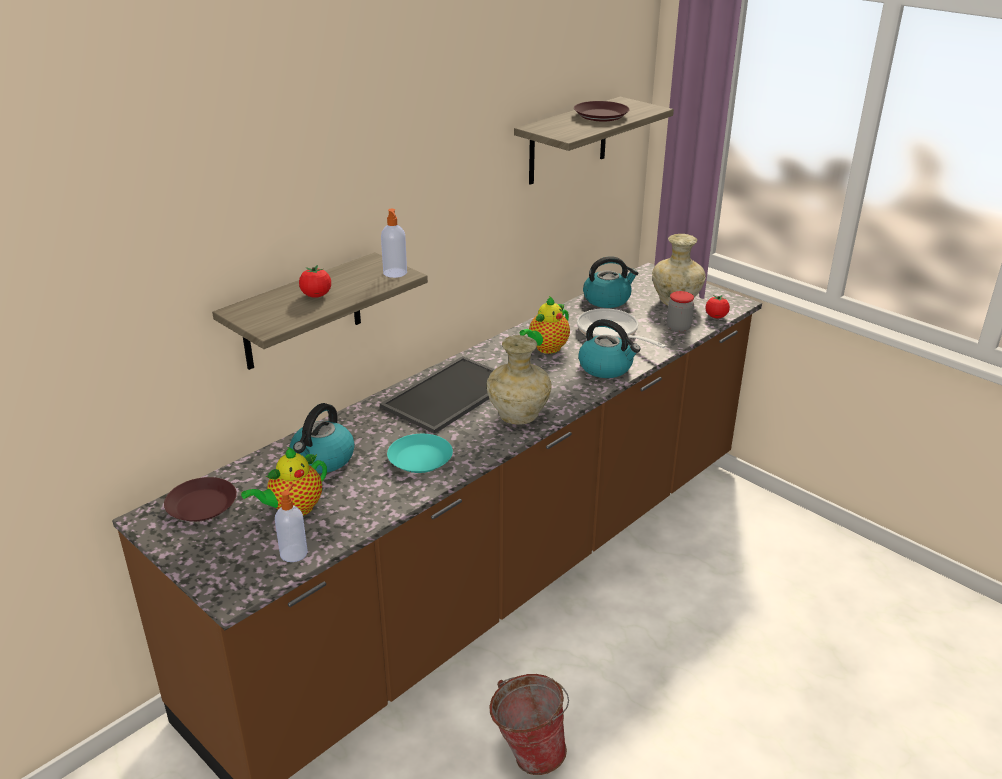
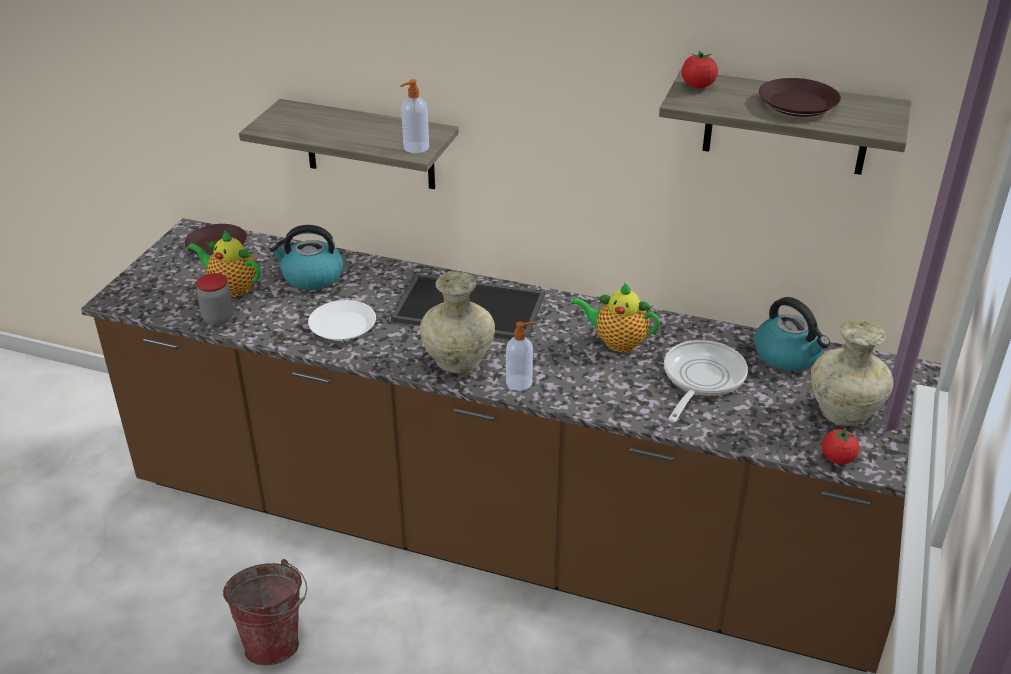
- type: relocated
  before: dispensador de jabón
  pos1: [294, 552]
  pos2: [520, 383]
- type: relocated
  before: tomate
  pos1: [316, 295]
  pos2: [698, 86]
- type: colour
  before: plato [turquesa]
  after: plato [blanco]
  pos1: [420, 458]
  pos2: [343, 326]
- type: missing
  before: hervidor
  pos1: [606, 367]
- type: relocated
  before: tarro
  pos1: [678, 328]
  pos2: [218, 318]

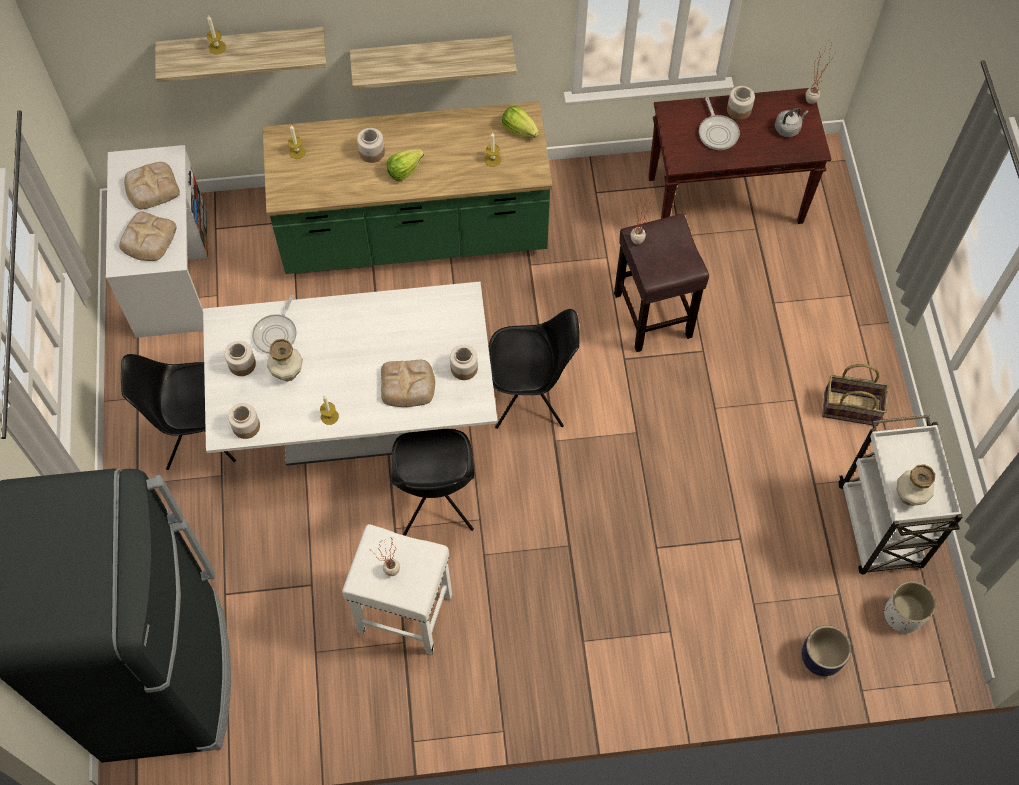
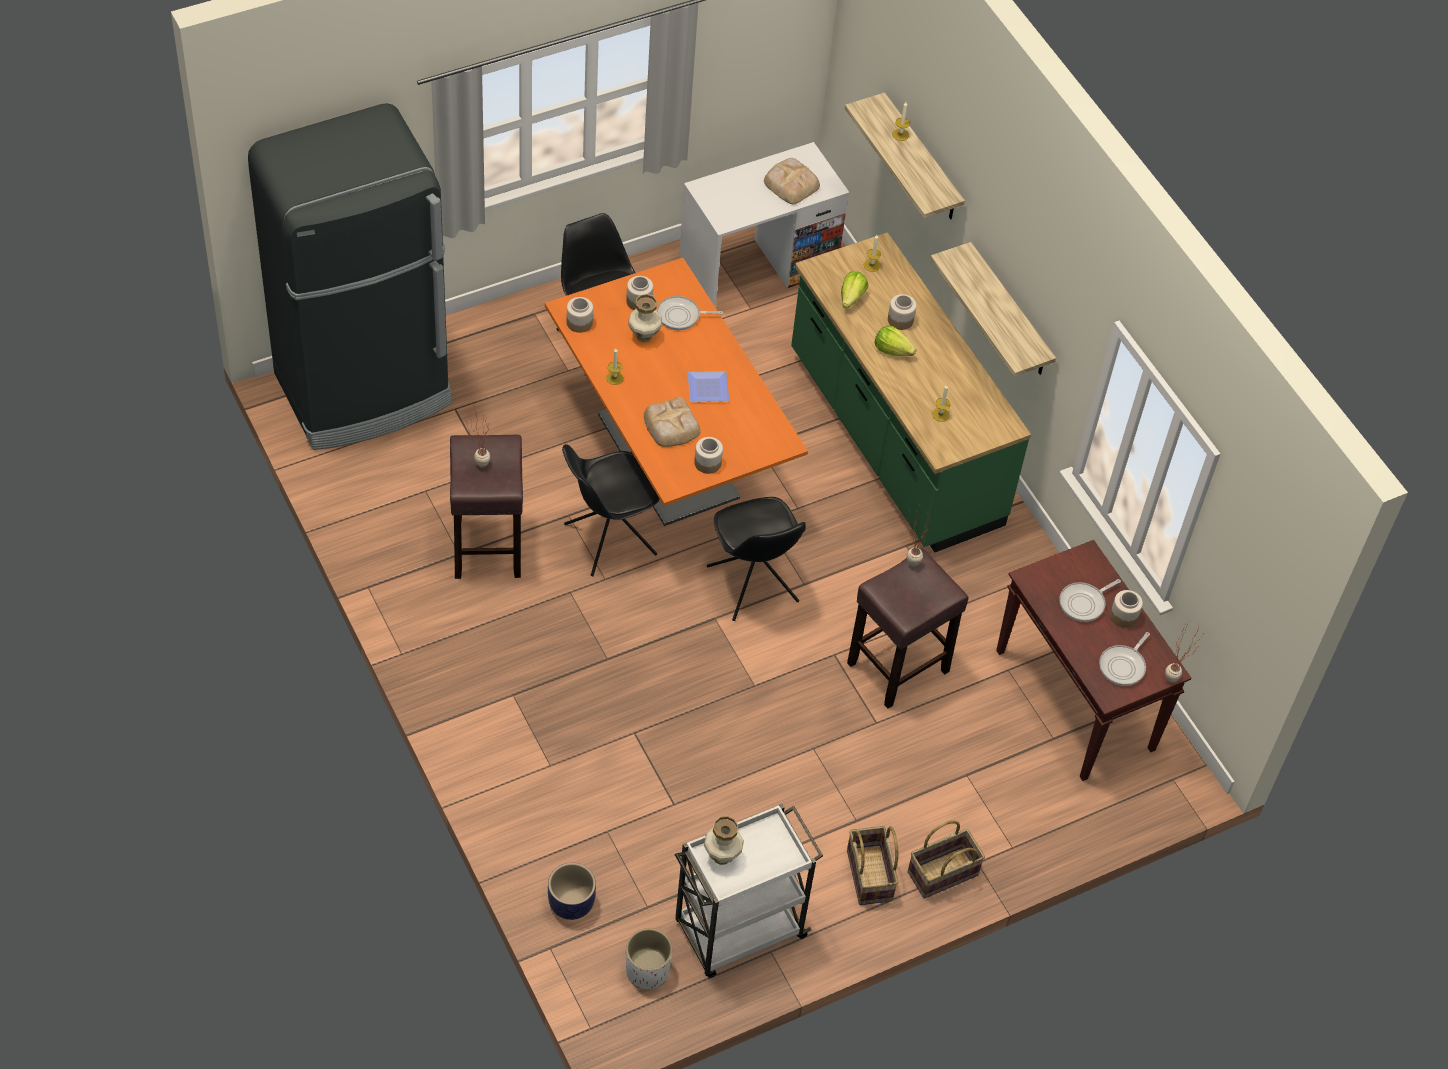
- type: missing
  before: pan
  pos1: [147, 239]
- type: colour
  before: mesa de comedor [blanco]
  after: mesa de comedor [naranja]
  pos1: [359, 420]
  pos2: [668, 456]
- type: colour
  before: taburete [blanco]
  after: taburete [marrón]
  pos1: [403, 613]
  pos2: [487, 545]
- type: relocated
  before: lechuga
  pos1: [519, 129]
  pos2: [851, 297]
- type: exchanged
  before: hervidor [gris]
  after: sartén
  pos1: [788, 128]
  pos2: [1123, 666]
- type: appeared
  after: plato
  pos2: [706, 389]
- type: appeared
  after: cesta
  pos2: [943, 874]

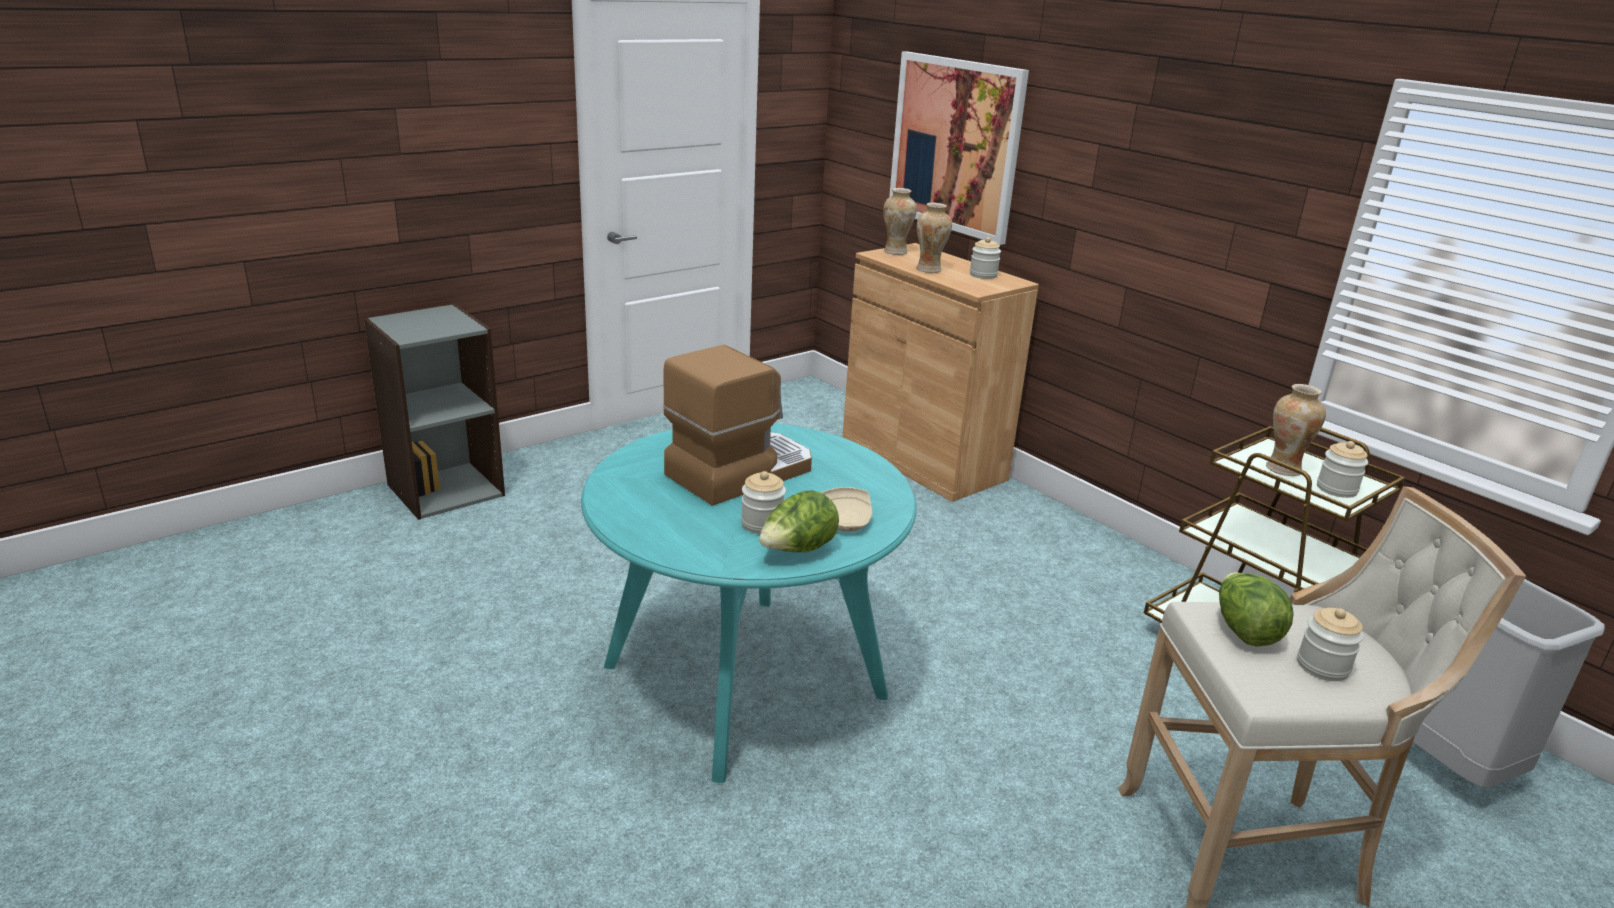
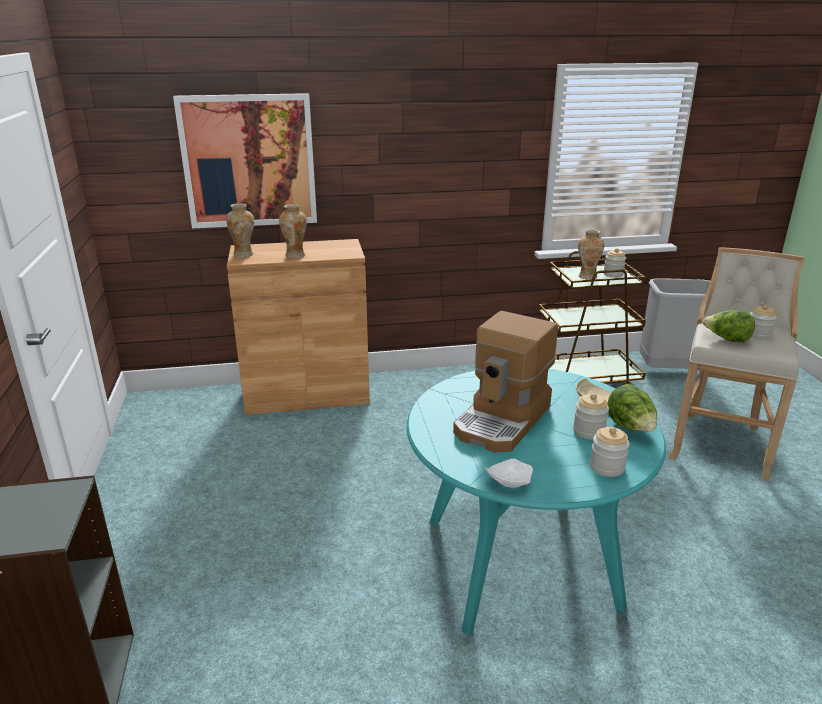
- type: spun
  before: cafetera
  pos1: [739, 471]
  pos2: [503, 420]
  turn: -135
- type: relocated
  before: tarro
  pos1: [983, 275]
  pos2: [607, 467]
- type: appeared
  after: plato [blanco]
  pos2: [508, 481]

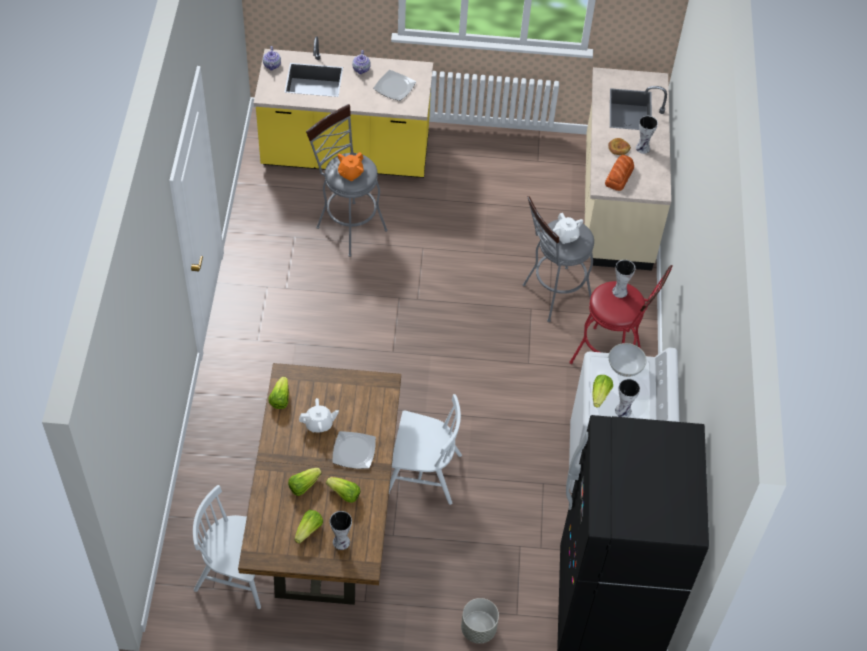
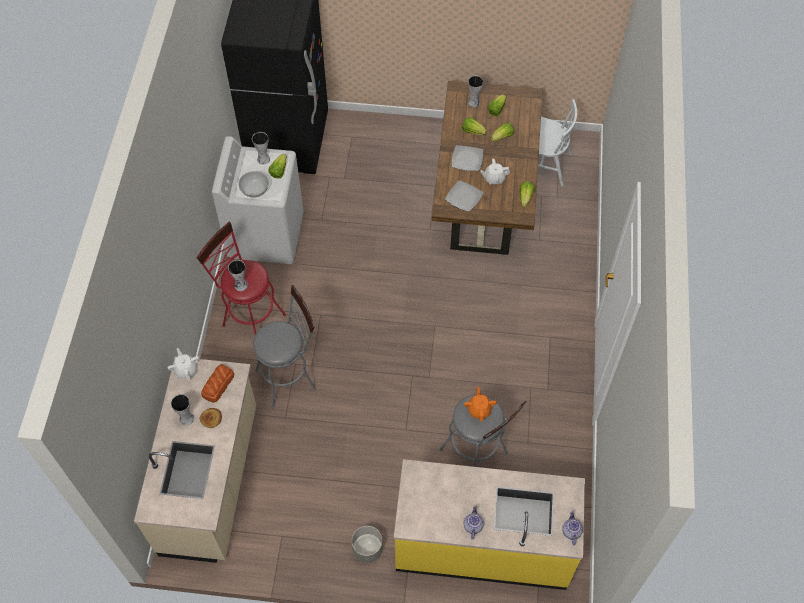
- type: spun
  before: tetera [naranja]
  pos1: [350, 173]
  pos2: [479, 409]
  turn: -45
- type: relocated
  before: plato
  pos1: [394, 87]
  pos2: [464, 197]
- type: missing
  before: silla [blanco]
  pos1: [423, 473]
- type: relocated
  before: maceta [gris]
  pos1: [478, 629]
  pos2: [367, 549]
- type: relocated
  before: tetera [blanco]
  pos1: [566, 236]
  pos2: [186, 370]

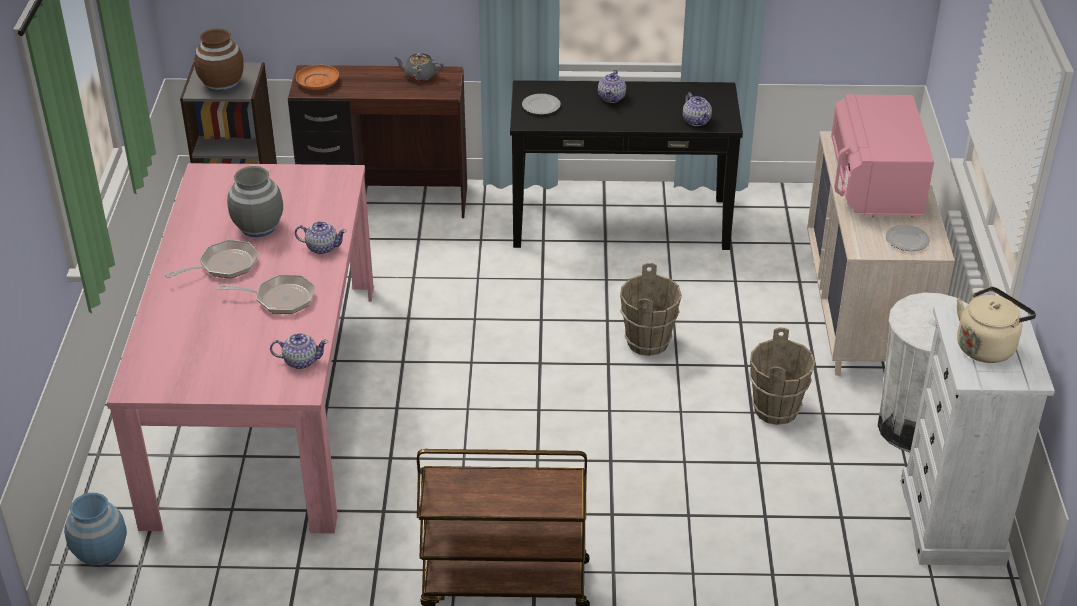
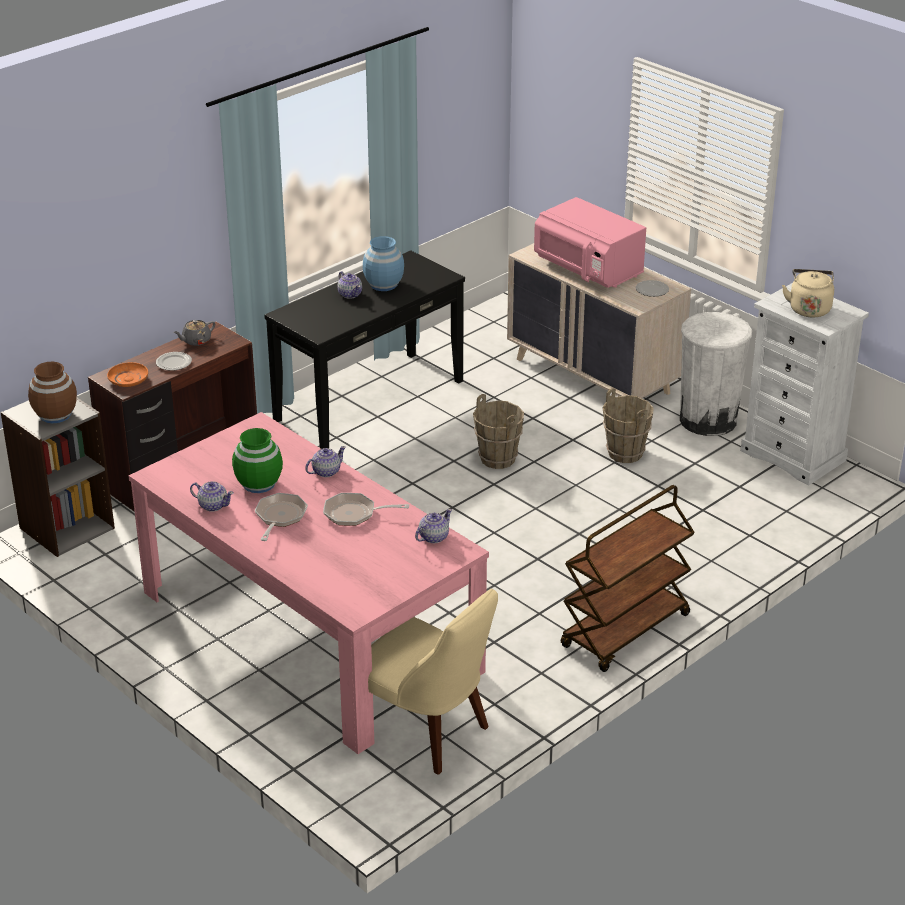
- type: relocated
  before: florero [azul]
  pos1: [101, 552]
  pos2: [384, 284]
- type: spun
  before: sartén
  pos1: [280, 299]
  pos2: [354, 514]
  turn: -135
- type: colour
  before: florero [gris]
  after: florero [verde]
  pos1: [258, 227]
  pos2: [259, 484]
- type: relocated
  before: plato
  pos1: [541, 106]
  pos2: [174, 363]
- type: relocated
  before: tetera
  pos1: [696, 120]
  pos2: [213, 505]
- type: appeared
  after: silla [beis]
  pos2: [426, 732]

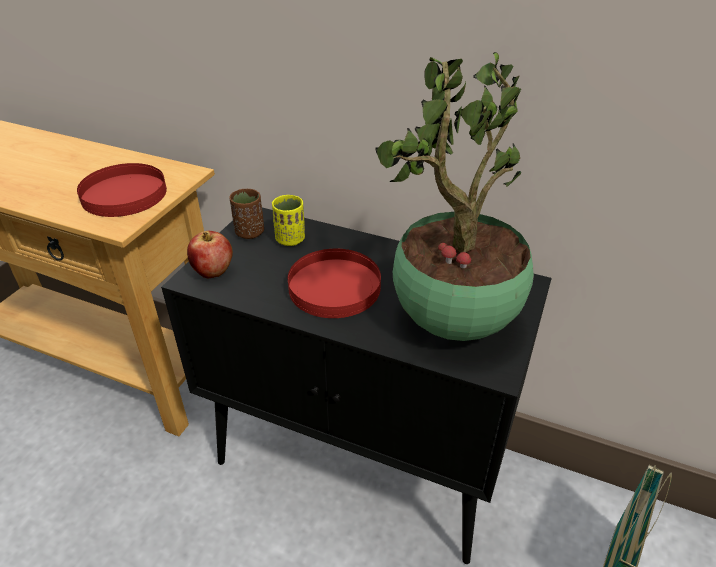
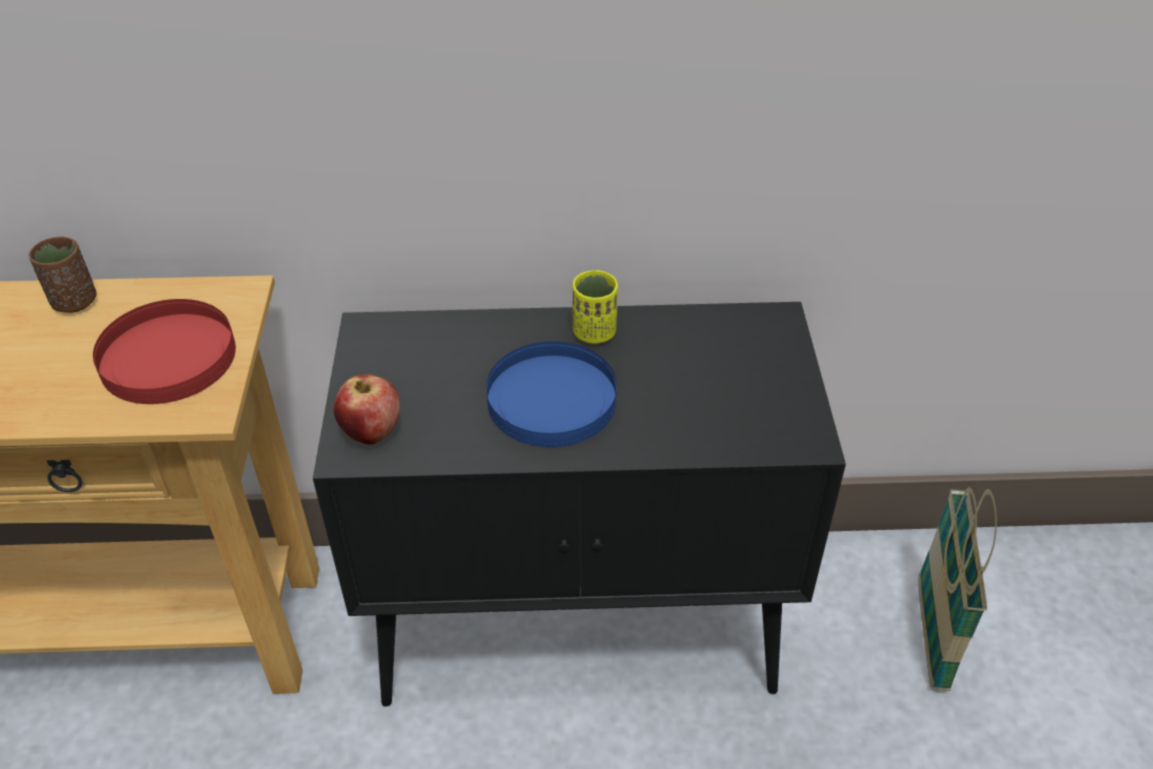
- type: relocated
  before: taza [marrón]
  pos1: [250, 232]
  pos2: [74, 301]
- type: relocated
  before: taza [amarillo]
  pos1: [290, 239]
  pos2: [594, 332]
- type: colour
  before: plato [rojo]
  after: plato [azul]
  pos1: [334, 287]
  pos2: [552, 400]
- type: missing
  before: planta en maceta
  pos1: [452, 324]

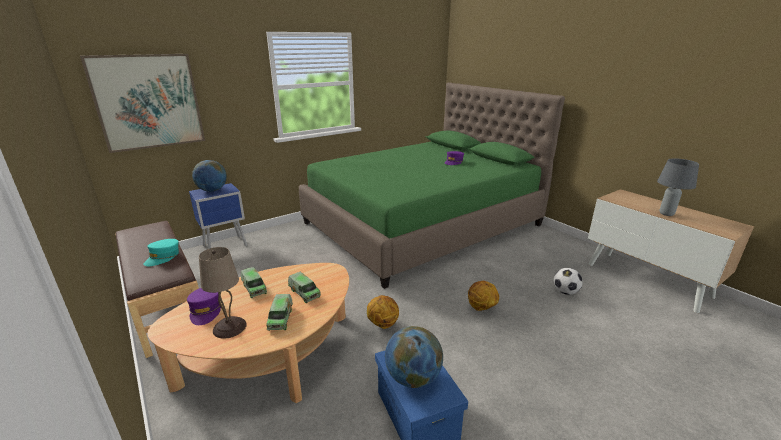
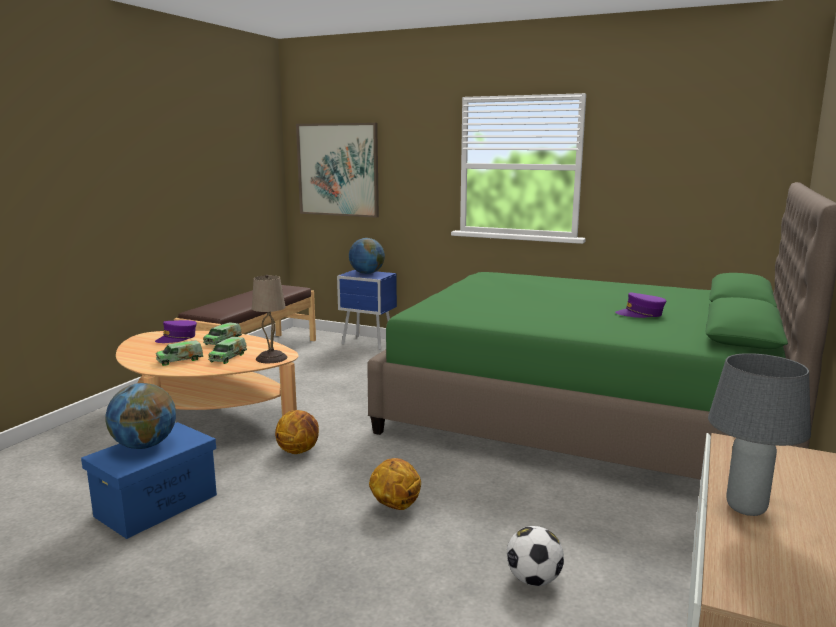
- type: missing
  before: gorra [turquesa]
  pos1: [163, 257]
- type: relocated
  before: lámpara de mesa [beis]
  pos1: [229, 328]
  pos2: [270, 358]

